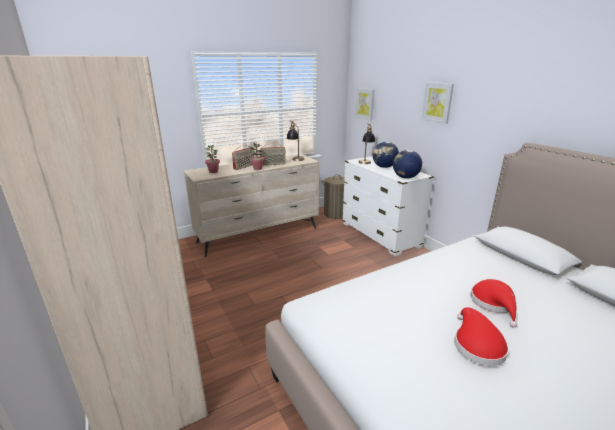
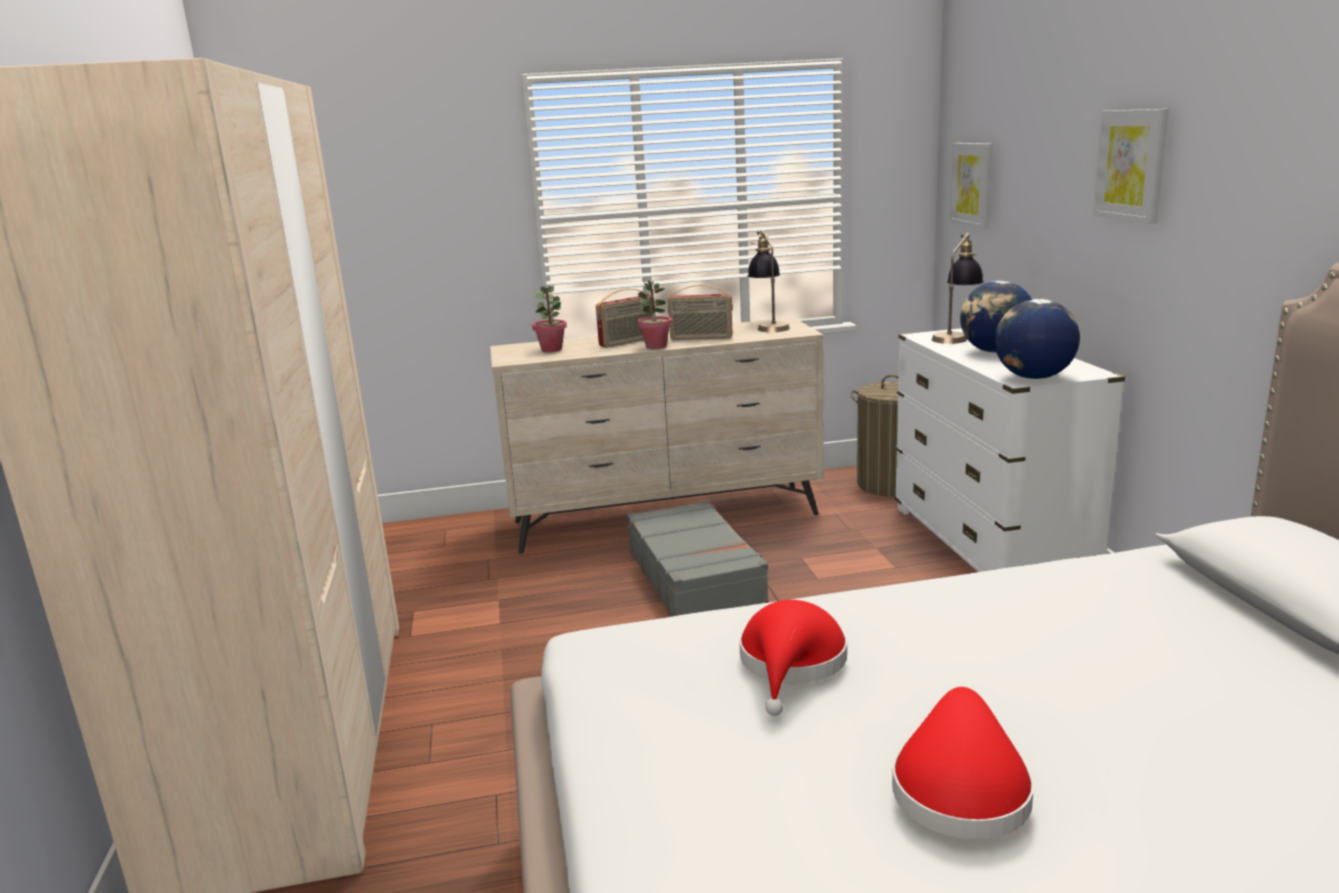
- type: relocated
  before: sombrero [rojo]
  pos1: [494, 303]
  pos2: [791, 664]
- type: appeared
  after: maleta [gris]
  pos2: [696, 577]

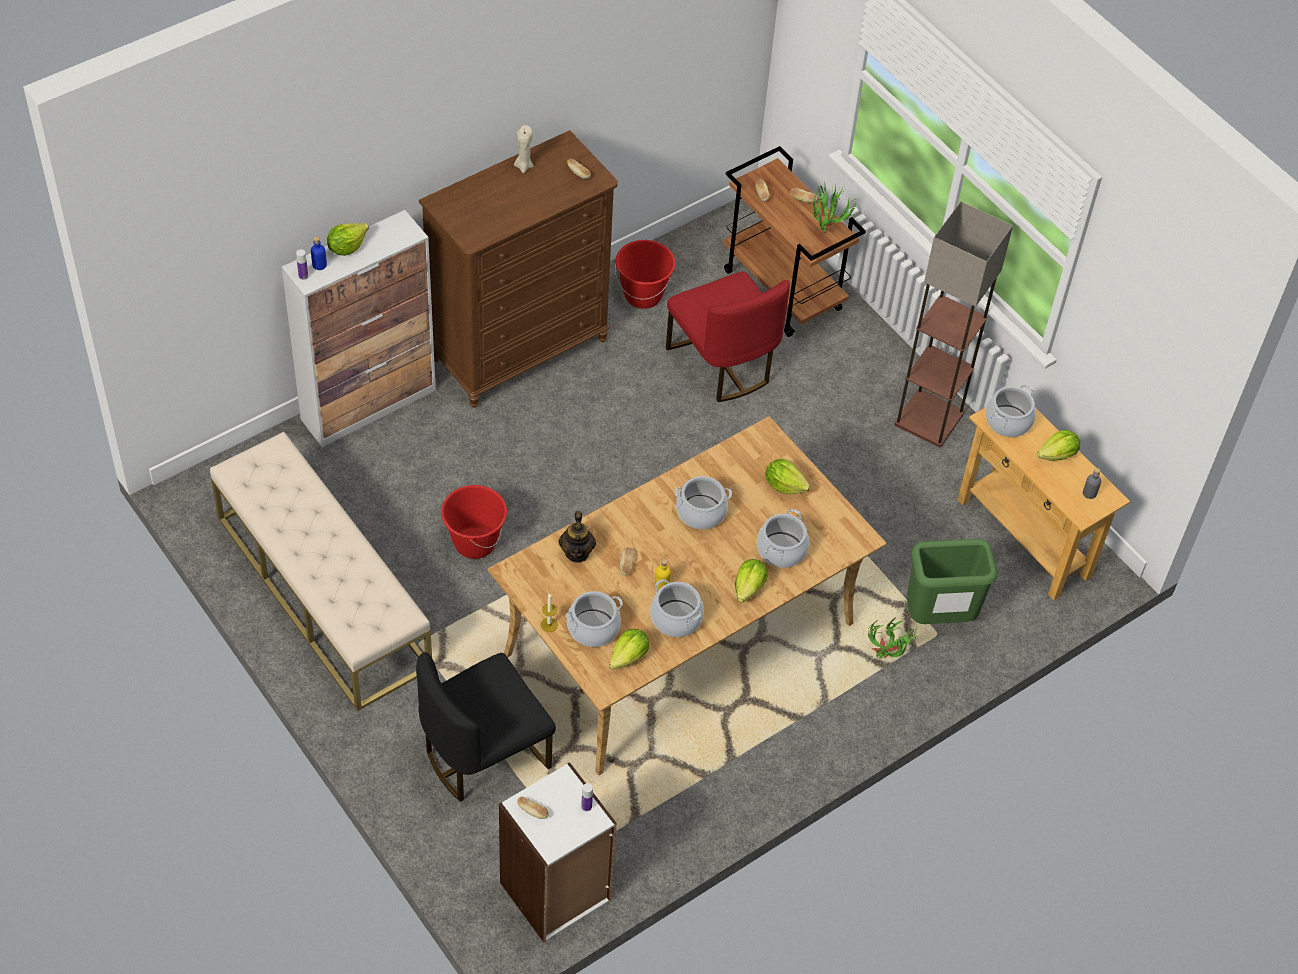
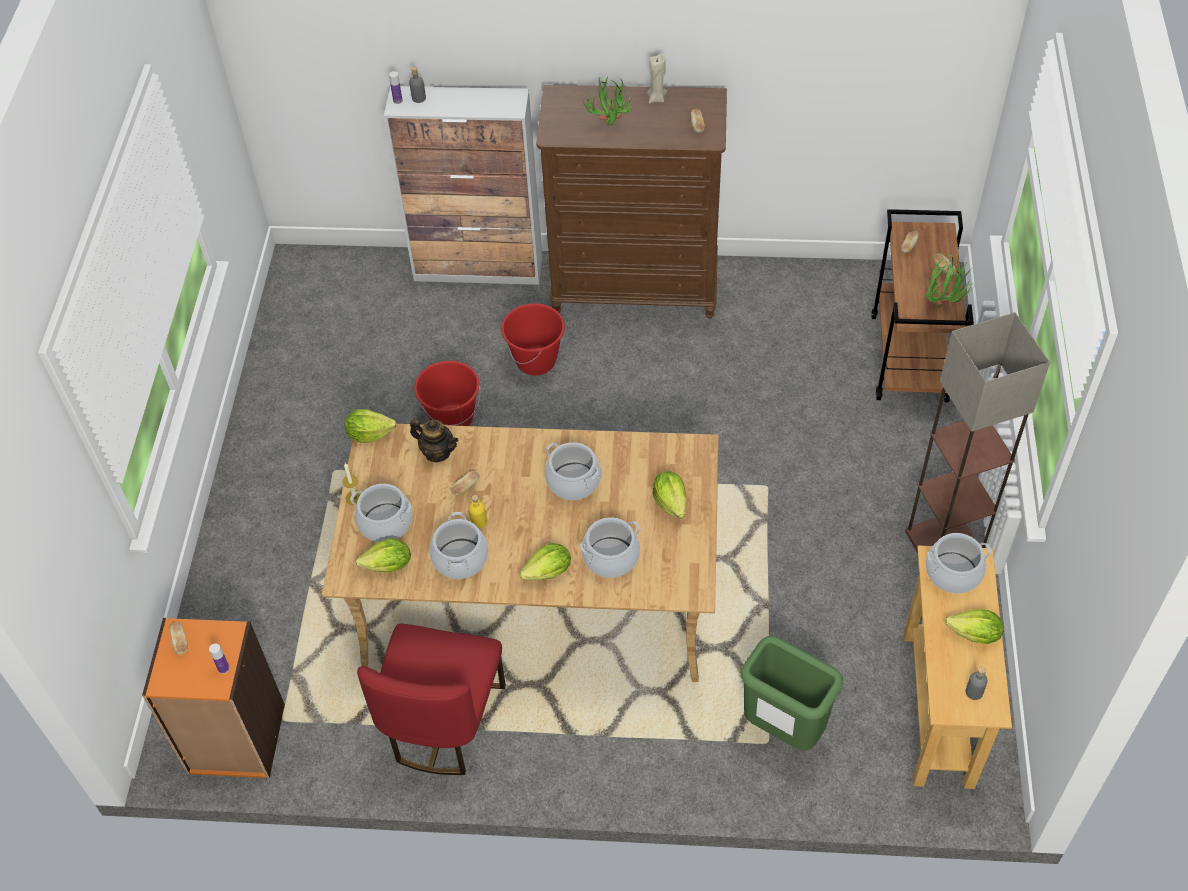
- type: missing
  before: banco [beis]
  pos1: [322, 592]
- type: colour
  before: botella [azul]
  after: botella [gris]
  pos1: [319, 265]
  pos2: [418, 98]
- type: relocated
  before: lechuga
  pos1: [346, 247]
  pos2: [369, 434]
- type: missing
  before: silla [negro]
  pos1: [484, 754]
- type: colour
  before: estantería [blanco]
  after: estantería [naranja]
  pos1: [556, 892]
  pos2: [236, 740]
- type: spun
  before: tetera
  pos1: [577, 552]
  pos2: [437, 452]
  turn: -105
- type: relocated
  before: cubo [rojo]
  pos1: [643, 295]
  pos2: [536, 361]
- type: relocated
  before: silla [rojo]
  pos1: [722, 364]
  pos2: [443, 722]
- type: relocated
  before: planta en maceta
  pos1: [887, 658]
  pos2: [610, 128]

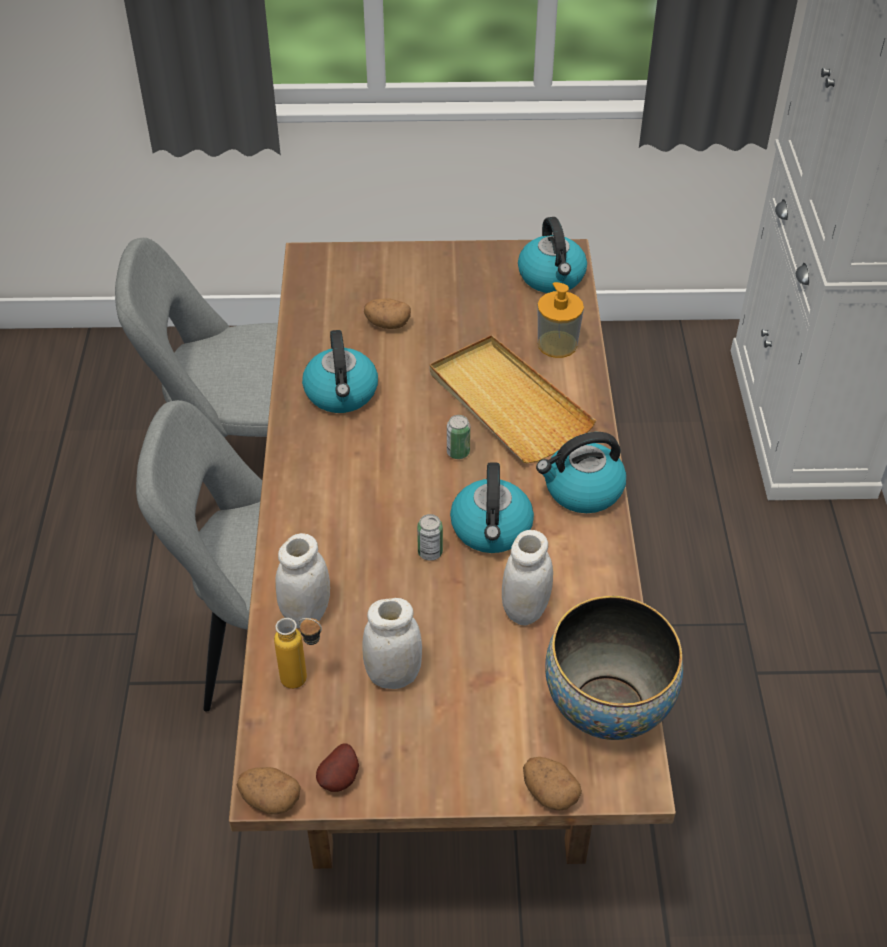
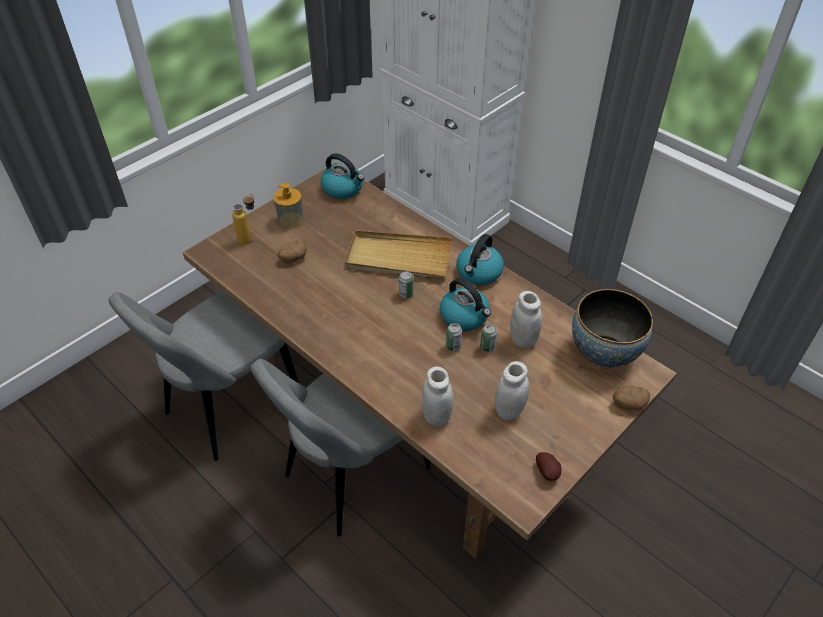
- type: missing
  before: patata
  pos1: [270, 799]
- type: relocated
  before: botella
  pos1: [304, 681]
  pos2: [249, 238]
- type: missing
  before: hervidor
  pos1: [341, 394]
- type: relocated
  before: dispensador de jabón
  pos1: [557, 344]
  pos2: [291, 220]
- type: appeared
  after: lata
  pos2: [487, 347]

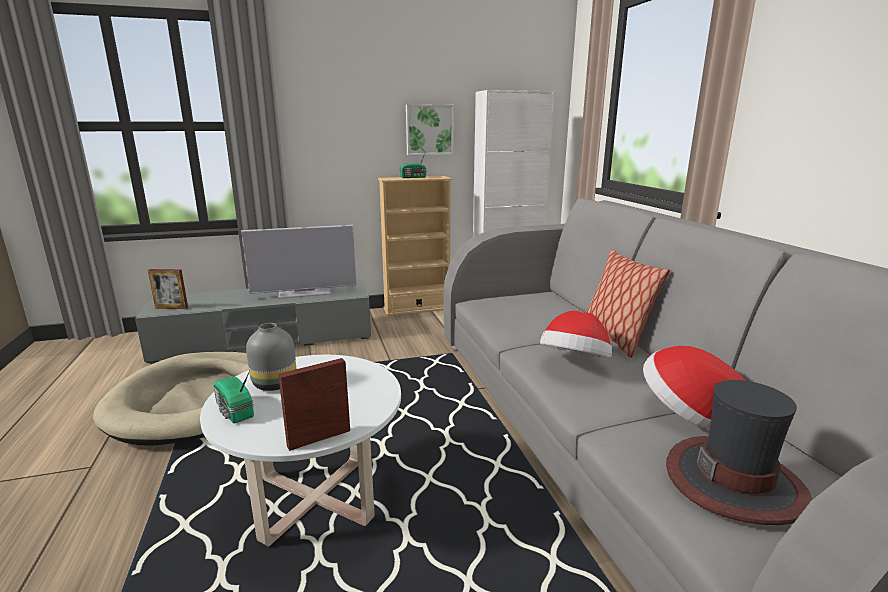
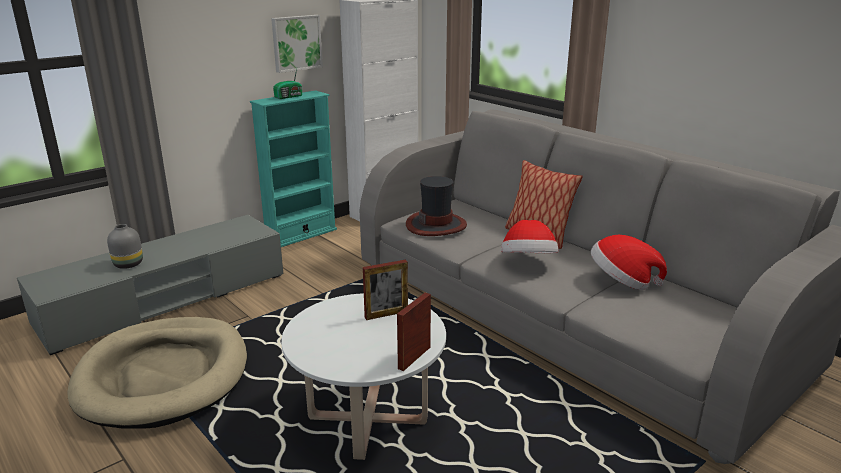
- type: relocated
  before: portarretratos
  pos1: [171, 308]
  pos2: [386, 314]
- type: missing
  before: radio
  pos1: [234, 411]
- type: missing
  before: televisor
  pos1: [304, 293]
- type: relocated
  before: florero [gris]
  pos1: [274, 383]
  pos2: [127, 264]
- type: colour
  before: estantería [beis]
  after: estantería [turquesa]
  pos1: [417, 308]
  pos2: [301, 235]
- type: relocated
  before: sombrero
  pos1: [735, 481]
  pos2: [436, 225]

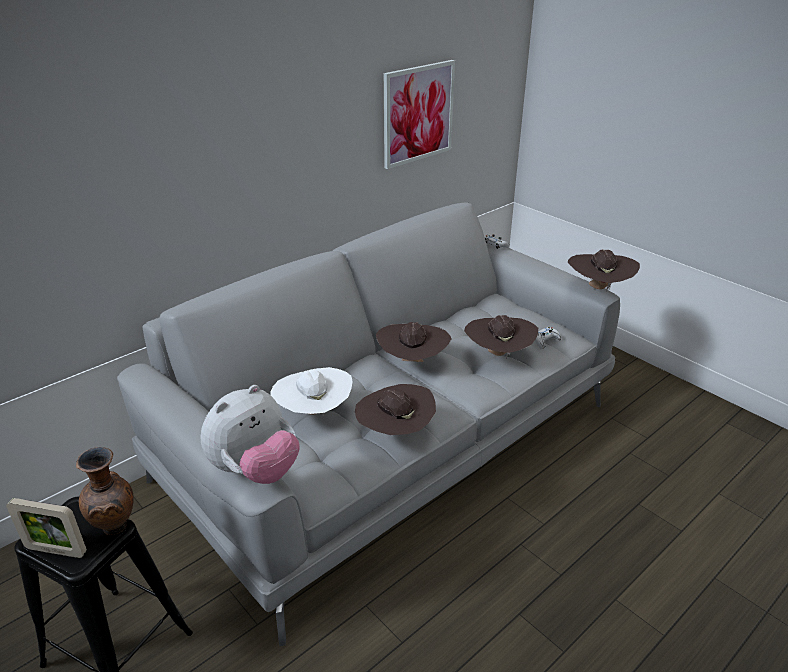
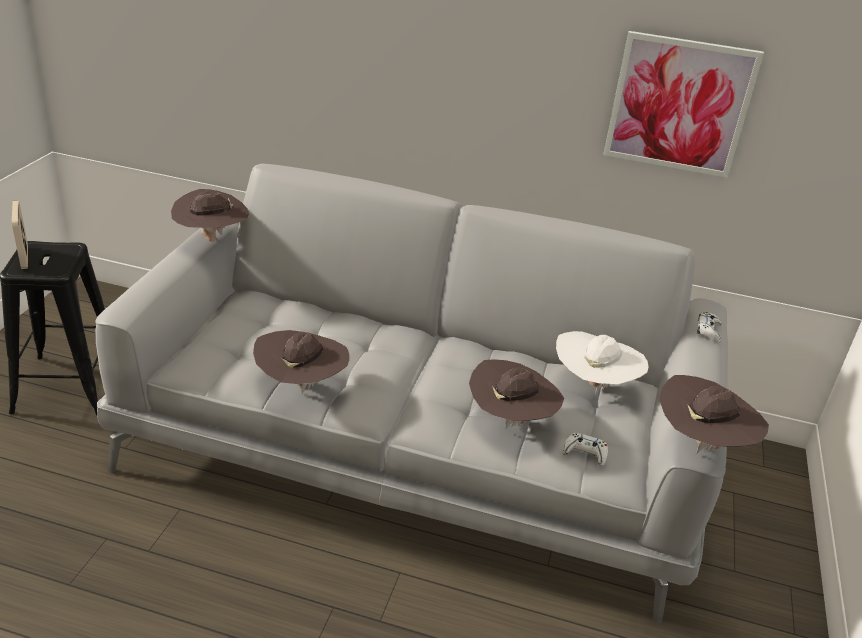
- type: missing
  before: florero [marrón]
  pos1: [116, 528]
- type: missing
  before: peluche
  pos1: [255, 470]
- type: relocated
  before: sombrero [blanco]
  pos1: [314, 413]
  pos2: [594, 385]
- type: relocated
  before: sombrero [marrón]
  pos1: [412, 362]
  pos2: [211, 239]

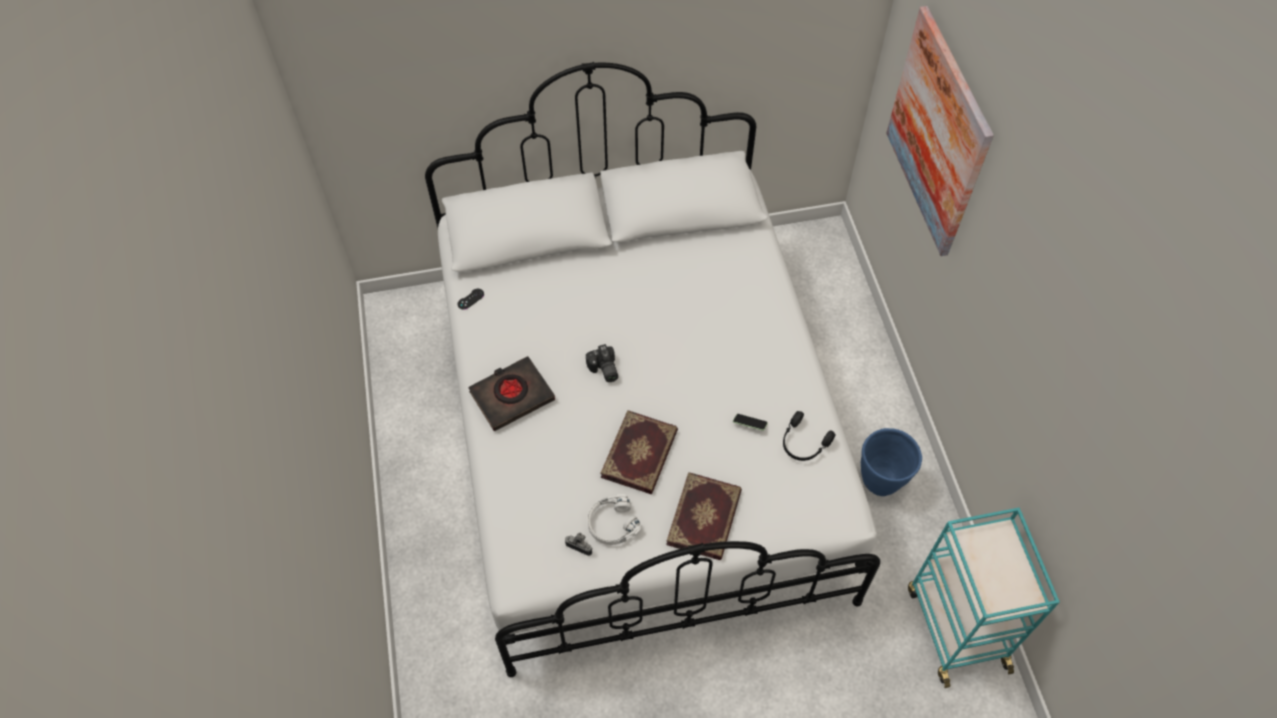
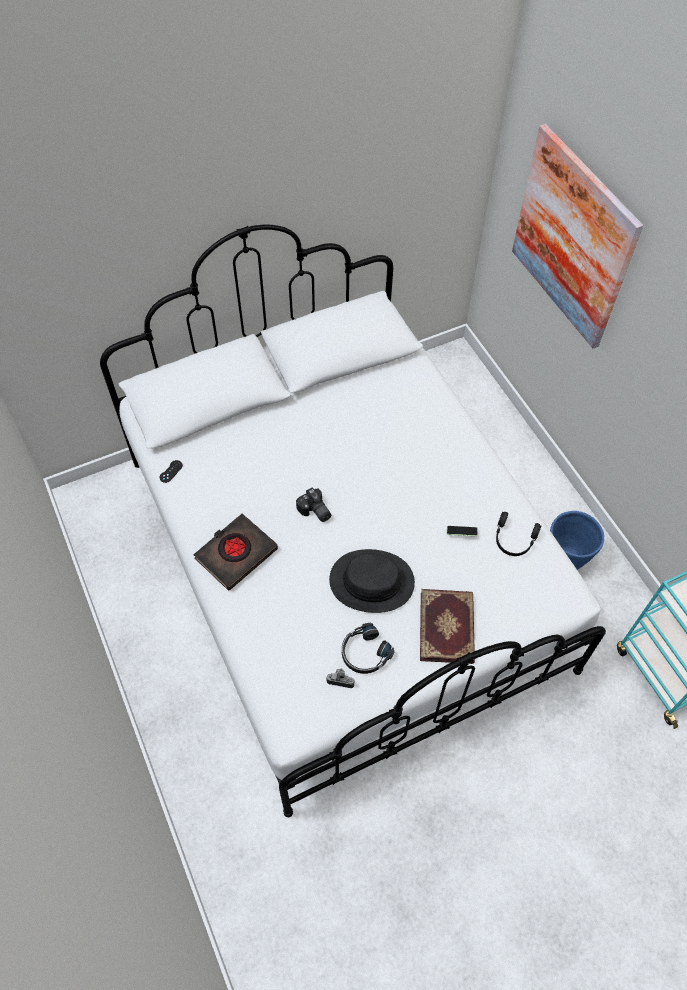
- type: colour
  before: auriculares [blanco]
  after: auriculares [negro]
  pos1: [612, 524]
  pos2: [364, 653]
- type: exchanged
  before: libro
  after: sombrero [negro]
  pos1: [640, 454]
  pos2: [371, 582]

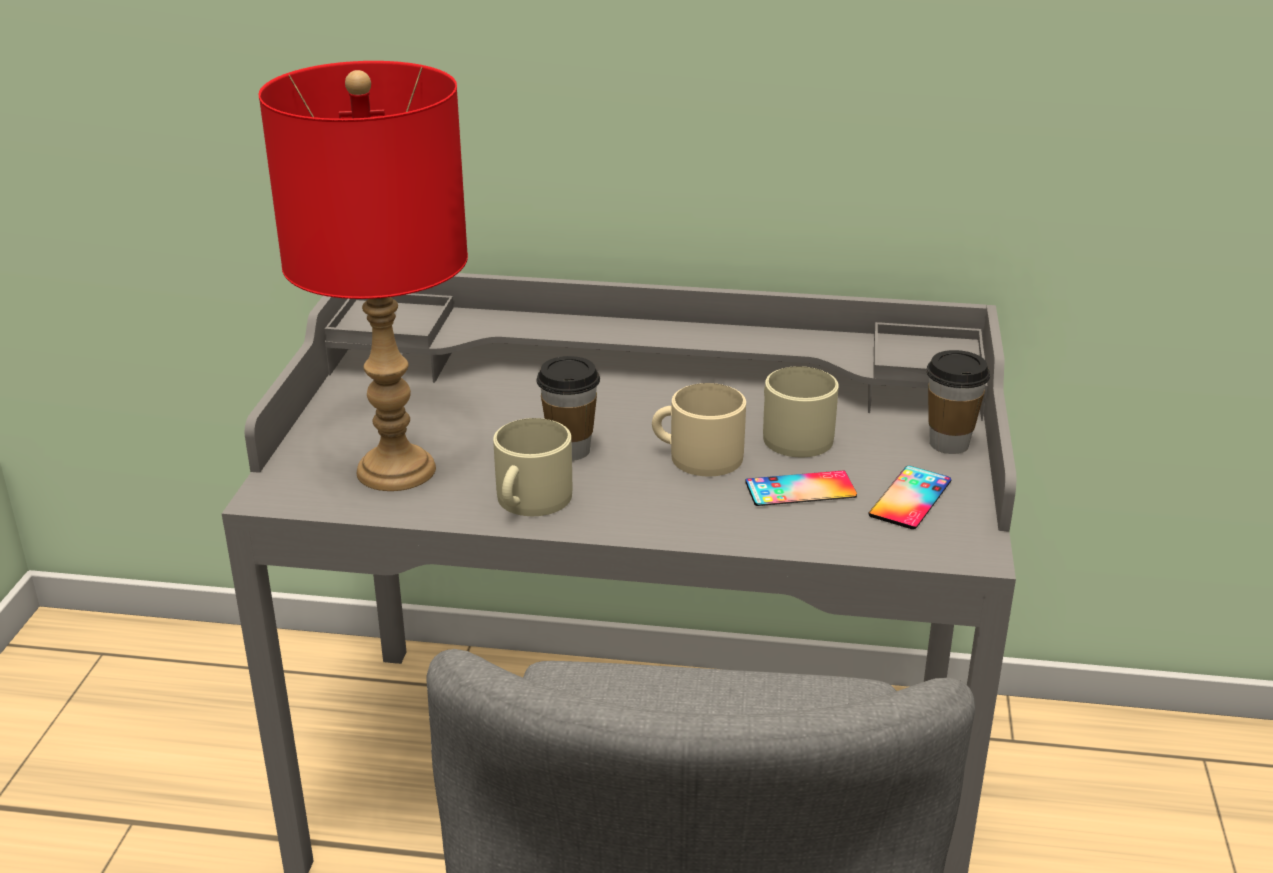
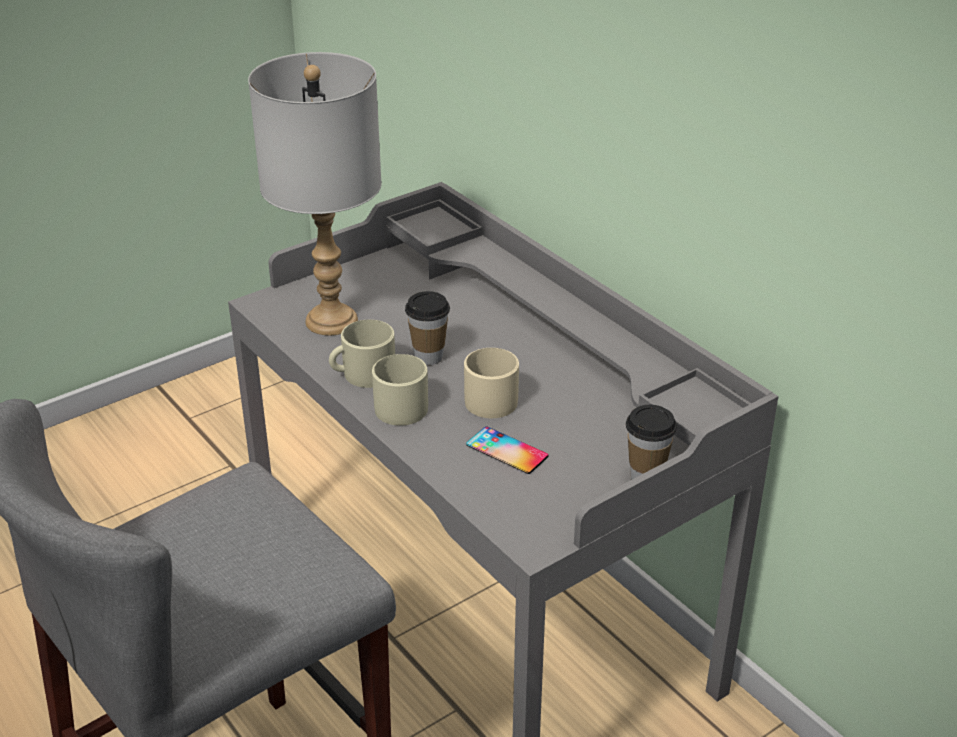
- type: colour
  before: lámpara de mesa [rojo]
  after: lámpara de mesa [gris]
  pos1: [396, 470]
  pos2: [331, 321]
- type: relocated
  before: taza grande [beis]
  pos1: [792, 435]
  pos2: [403, 404]
- type: missing
  before: móvil
  pos1: [910, 498]

